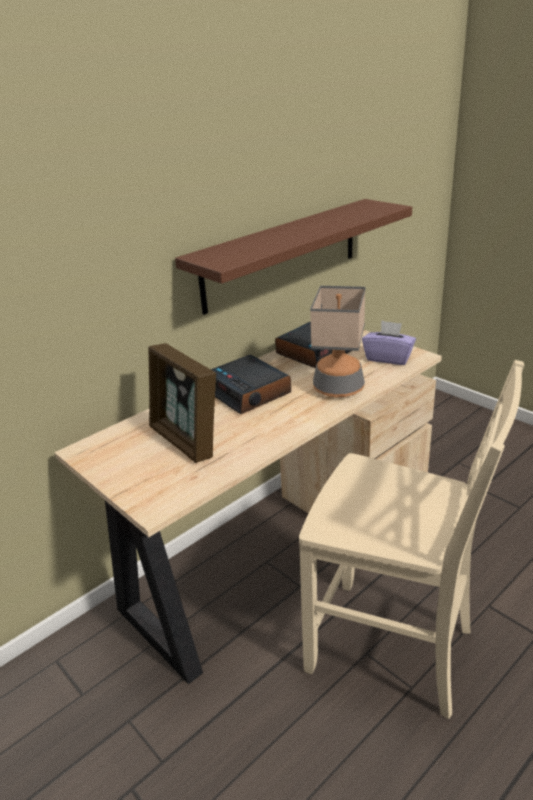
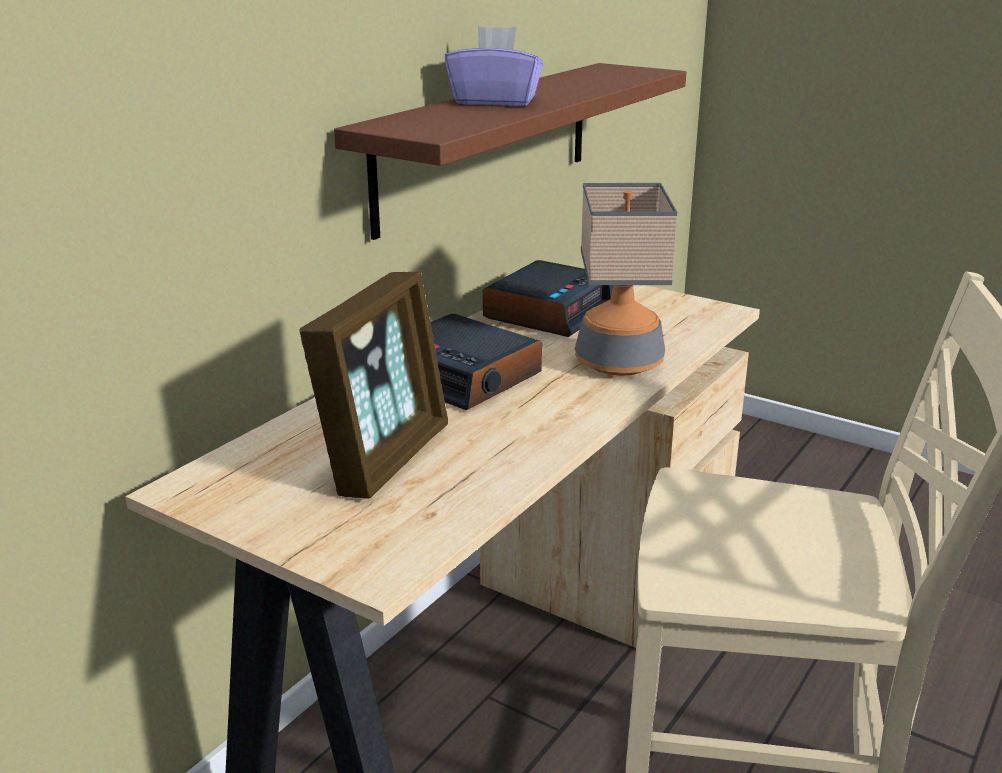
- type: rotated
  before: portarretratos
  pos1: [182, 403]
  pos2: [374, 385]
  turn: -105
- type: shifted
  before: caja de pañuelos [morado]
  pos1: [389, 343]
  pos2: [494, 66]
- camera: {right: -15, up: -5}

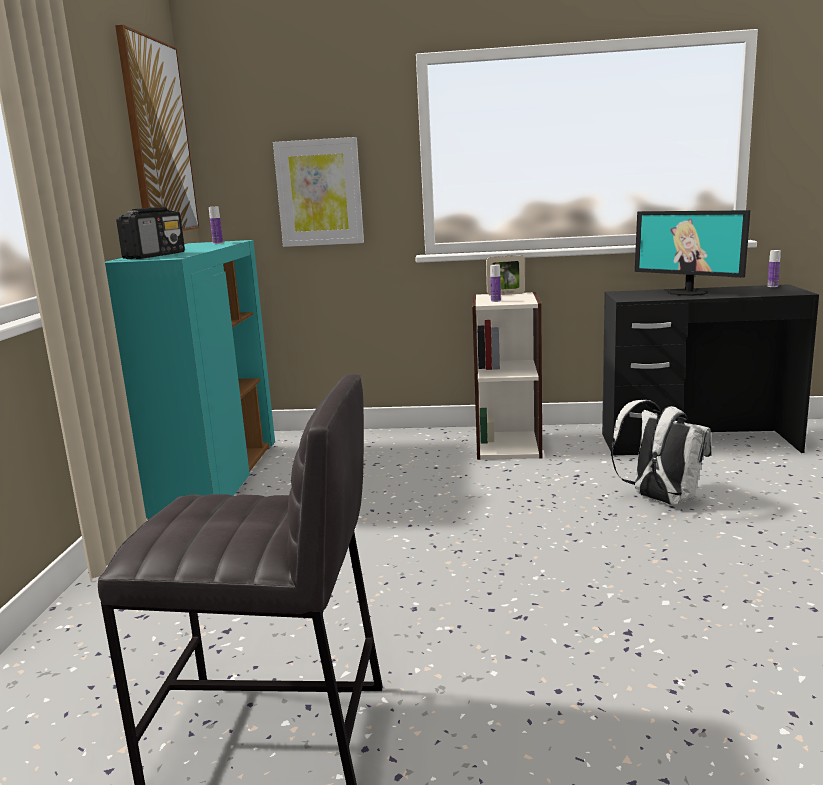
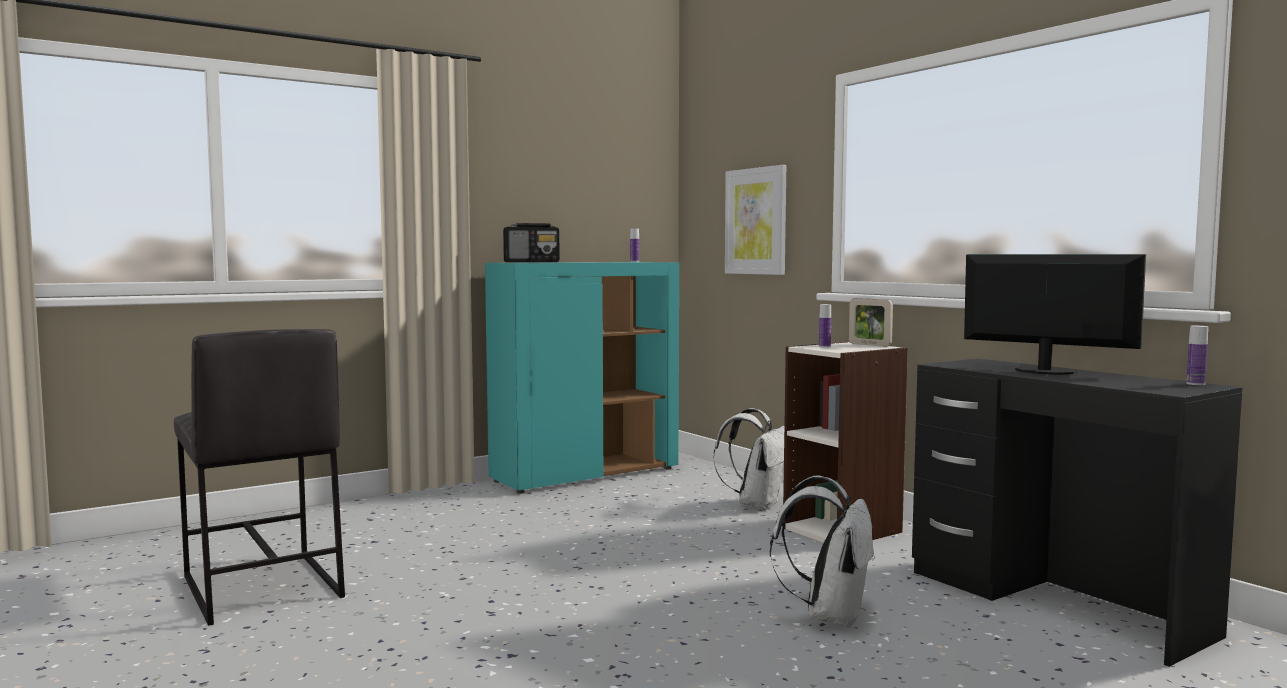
- type: gone
  before: cuadro
  pos1: [157, 128]
- type: rotated
  before: monitor
  pos1: [692, 253]
  pos2: [1055, 314]
  turn: 120
- type: new
  after: mochila [blanco]
  pos2: [748, 459]
- camera: {right: 50, up: -10}

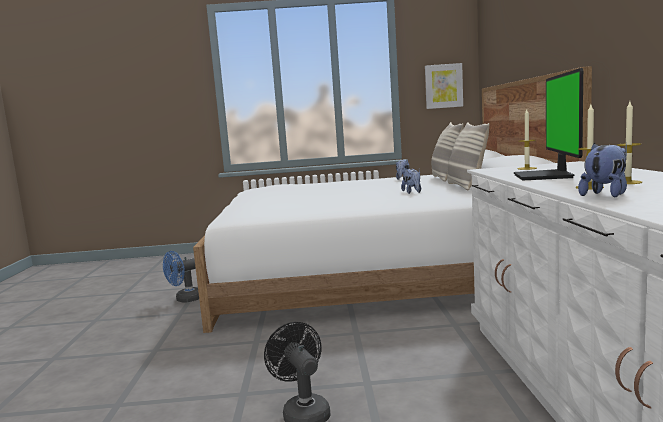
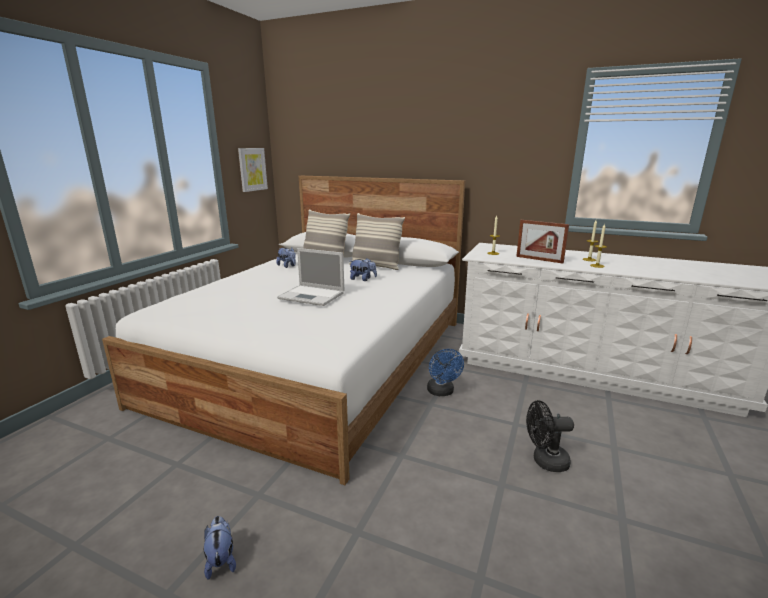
- type: shifted
  before: ventilador [azul]
  pos1: [181, 276]
  pos2: [445, 372]
- type: swapped
  before: monitor
  after: portarretratos
  pos1: [548, 124]
  pos2: [542, 242]
- type: shifted
  before: peluche
  pos1: [602, 170]
  pos2: [220, 548]
- type: new
  after: portátil
  pos2: [310, 277]
- camera: {right: -65, up: 10}

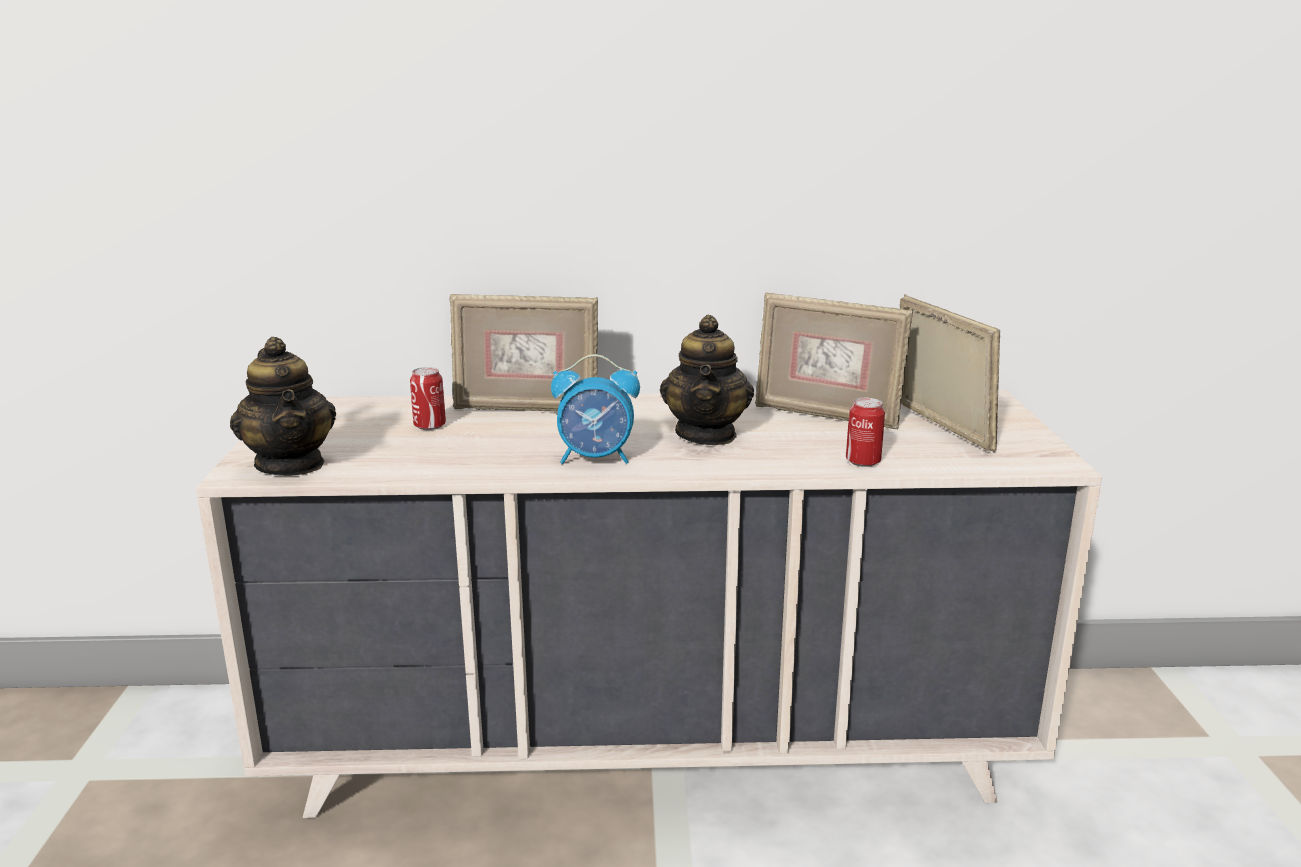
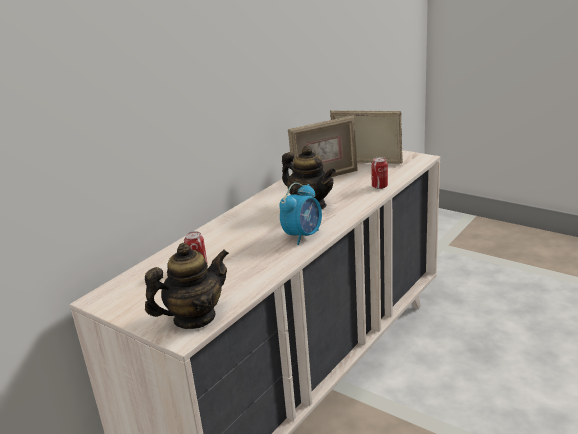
- type: rotated
  before: tetera
  pos1: [283, 406]
  pos2: [187, 286]
  turn: -45
- type: gone
  before: portarretratos
  pos1: [524, 353]
- camera: {right: -50, up: 5}

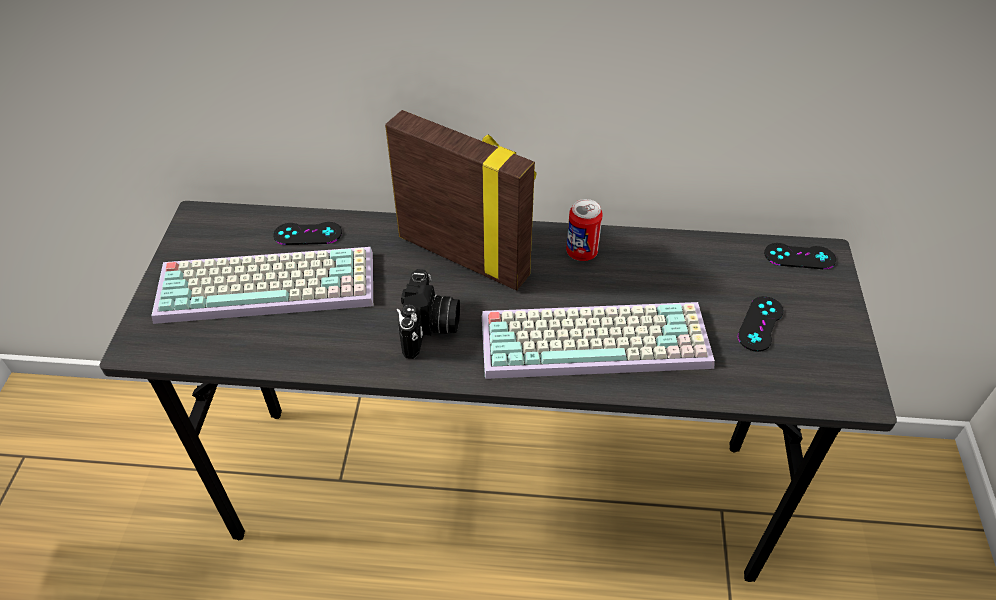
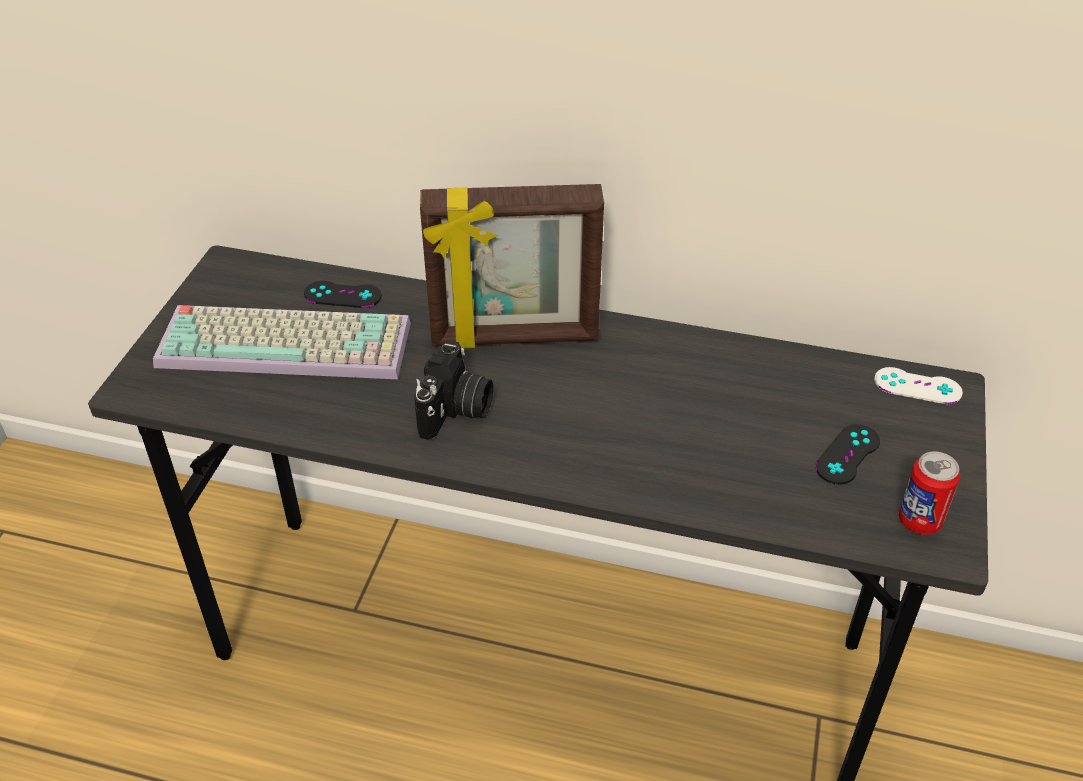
- type: rotated
  before: portarretratos
  pos1: [460, 200]
  pos2: [512, 266]
  turn: 135
- type: gone
  before: teclado
  pos1: [598, 340]
- type: shifted
  before: lata
  pos1: [584, 230]
  pos2: [929, 493]
- type: repainted
  before: mando de consola [negro]
  after: mando de consola [blanco]
  pos1: [800, 256]
  pos2: [918, 385]
- camera: {right: 10, up: -5}

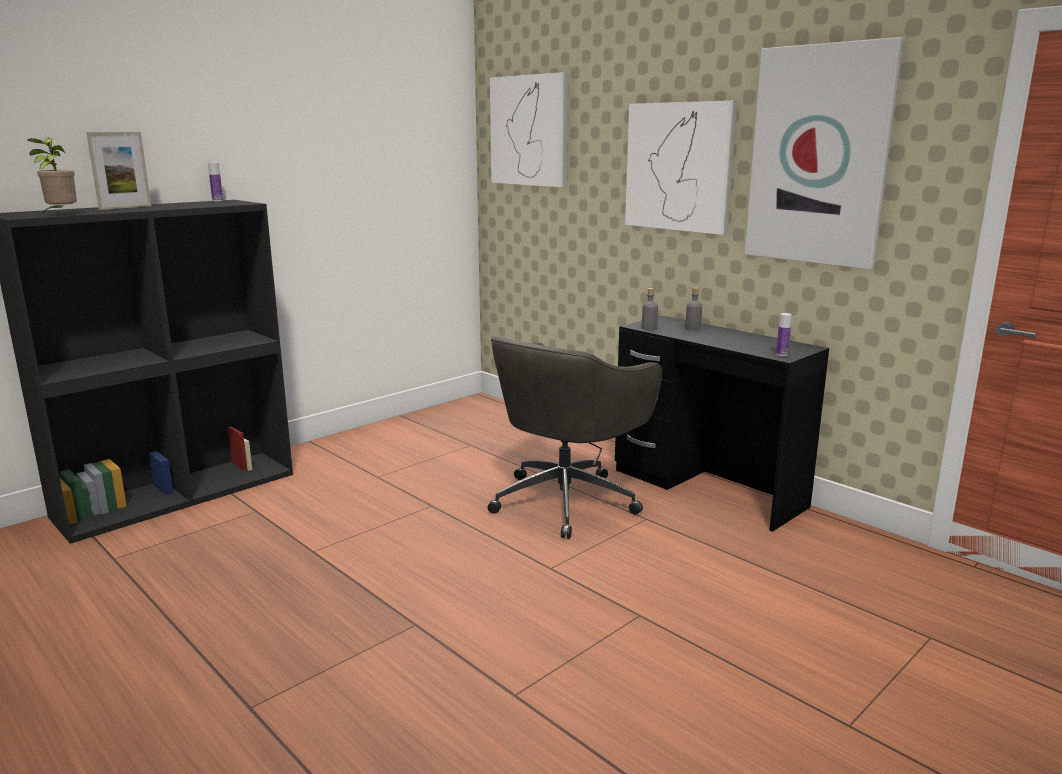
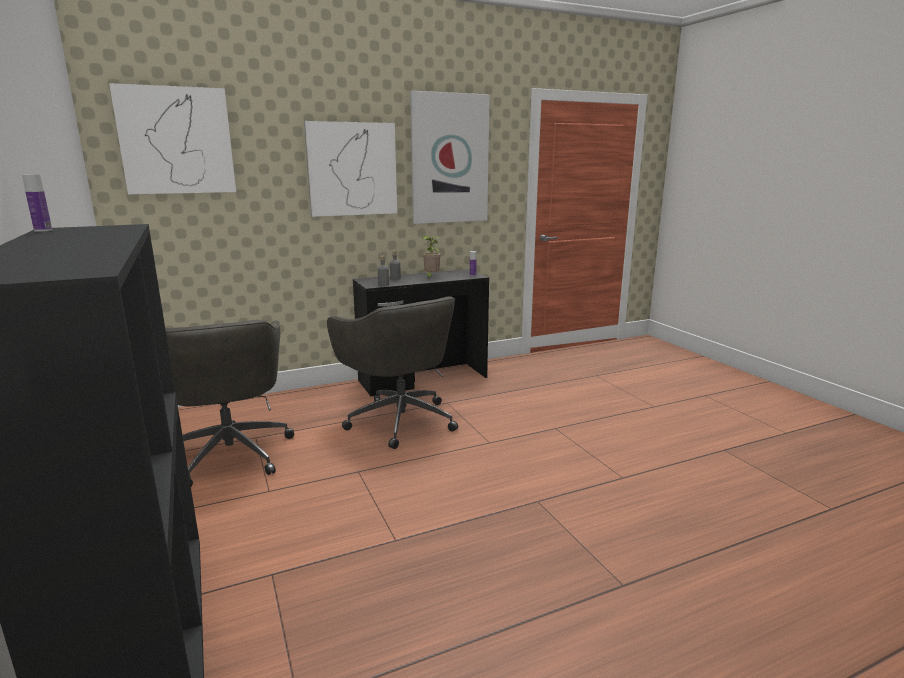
- type: shifted
  before: planta en maceta
  pos1: [52, 175]
  pos2: [431, 257]
- type: gone
  before: portarretratos
  pos1: [118, 171]
- type: new
  after: silla de oficina [gris]
  pos2: [229, 403]
- camera: {right: -70, up: 0}

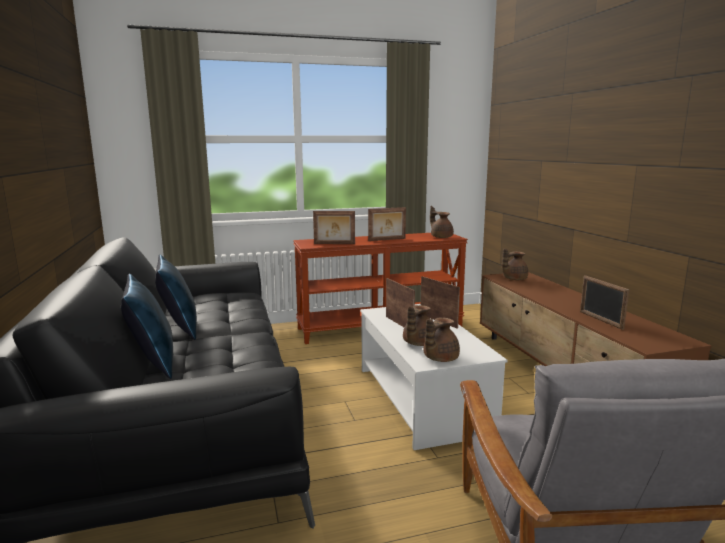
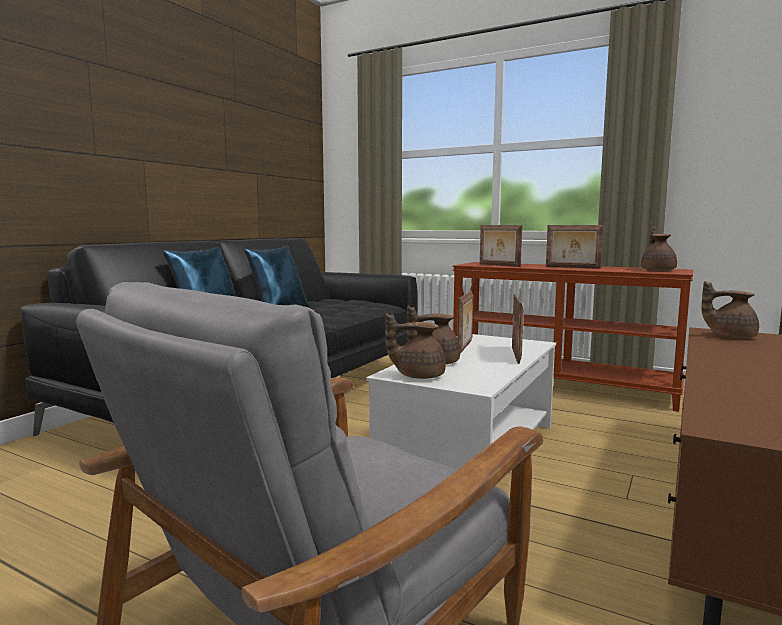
- type: gone
  before: portarretratos
  pos1: [604, 302]
- camera: {right: 45, up: -5}

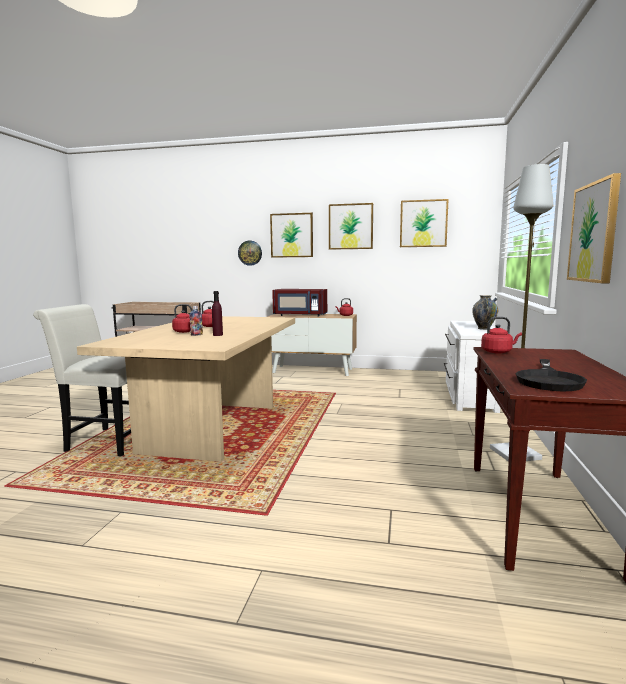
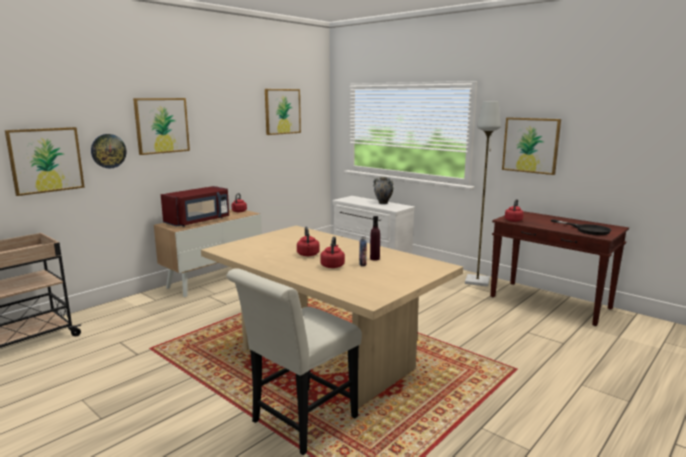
- type: shifted
  before: cuadro
  pos1: [351, 226]
  pos2: [45, 161]
- camera: {right: -60, up: 5}

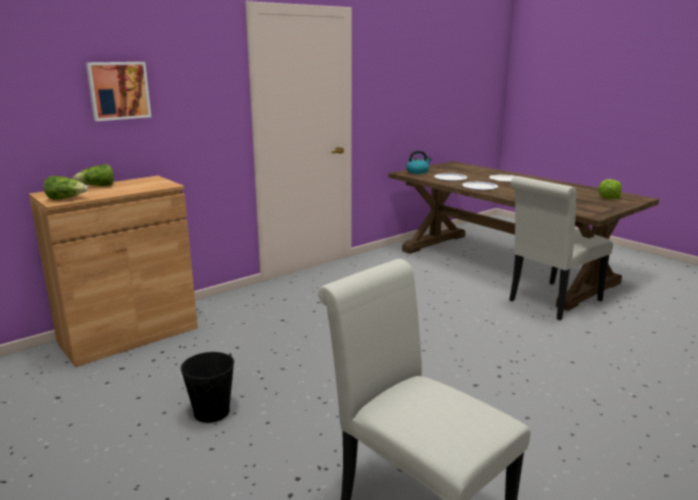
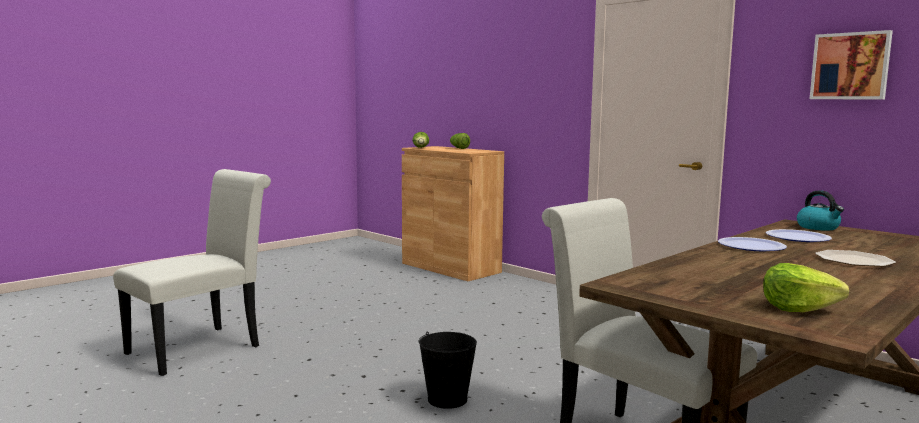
- type: shifted
  before: cuadro
  pos1: [118, 91]
  pos2: [851, 64]
- type: shifted
  before: cubo [negro]
  pos1: [207, 387]
  pos2: [448, 370]
- camera: {right: 85, up: -10}

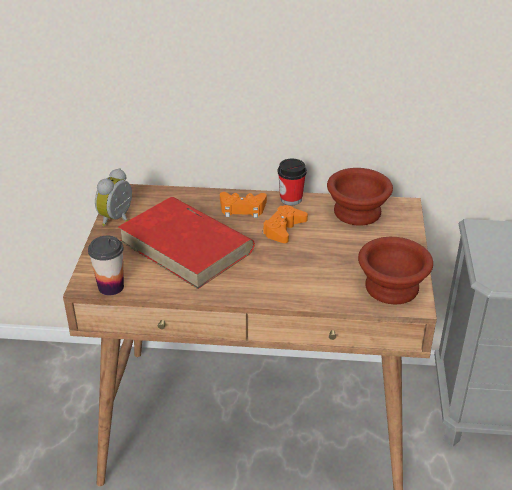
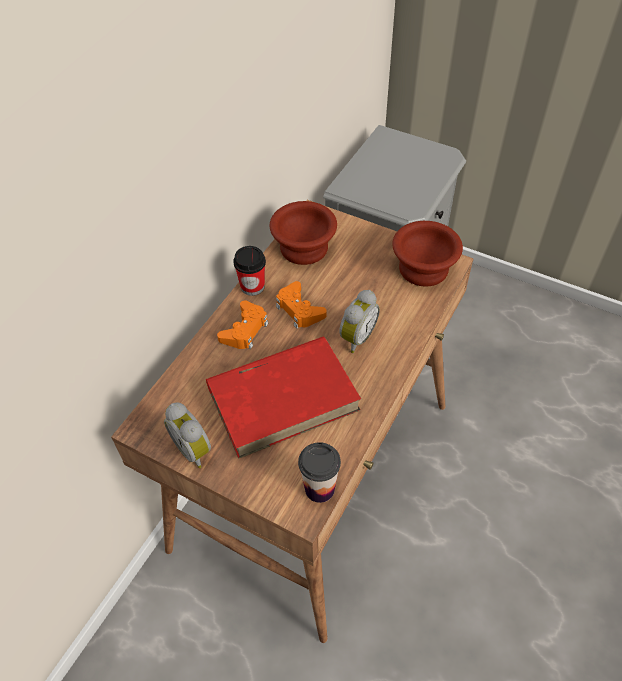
- type: new
  after: despertador
  pos2: [359, 321]
- camera: {right: -65, up: 15}

